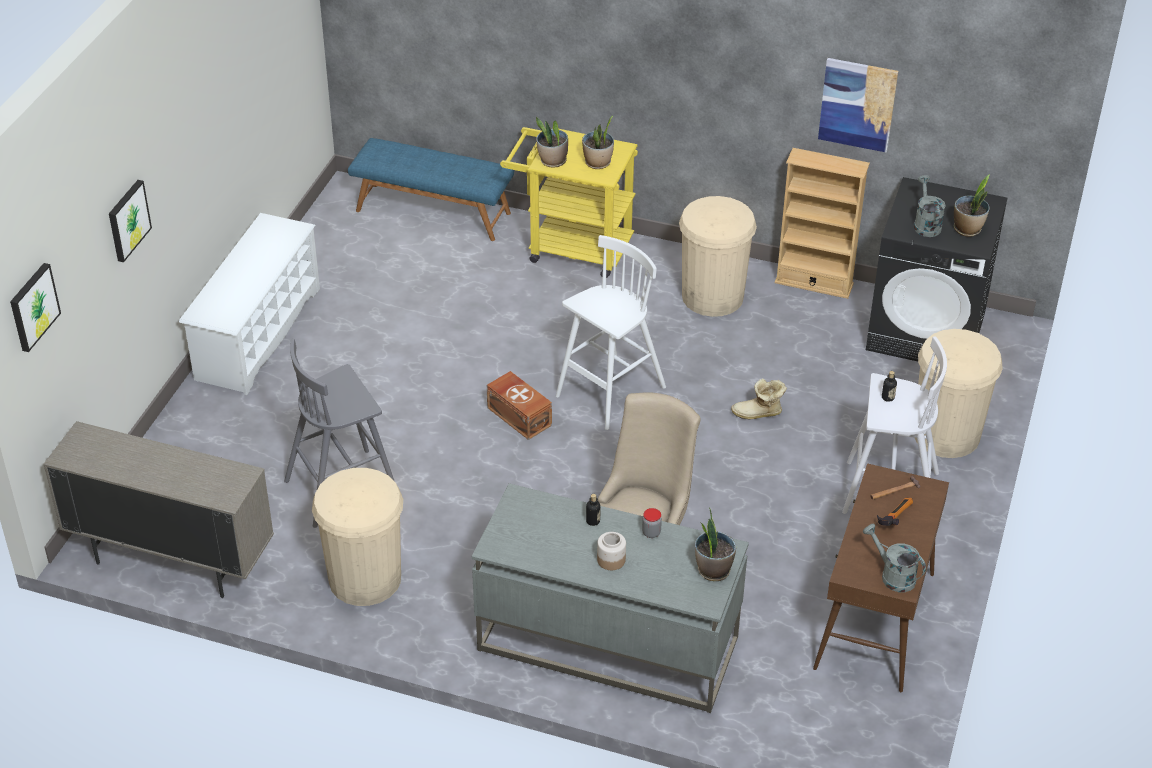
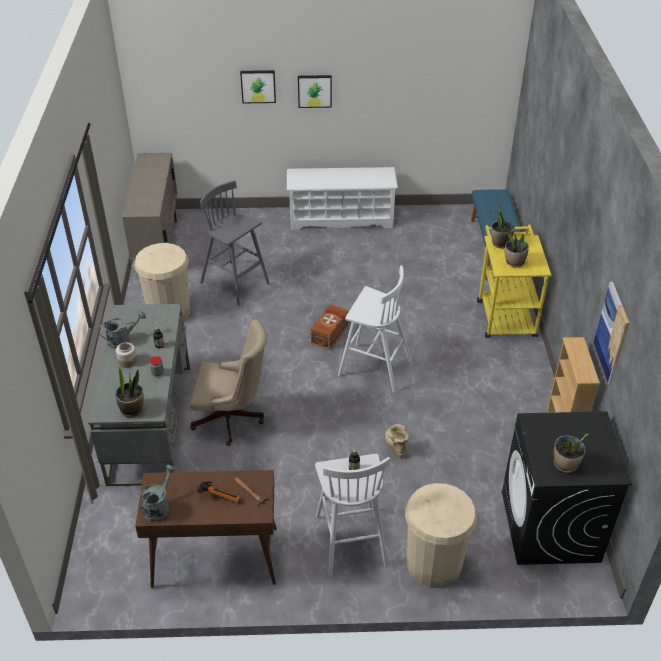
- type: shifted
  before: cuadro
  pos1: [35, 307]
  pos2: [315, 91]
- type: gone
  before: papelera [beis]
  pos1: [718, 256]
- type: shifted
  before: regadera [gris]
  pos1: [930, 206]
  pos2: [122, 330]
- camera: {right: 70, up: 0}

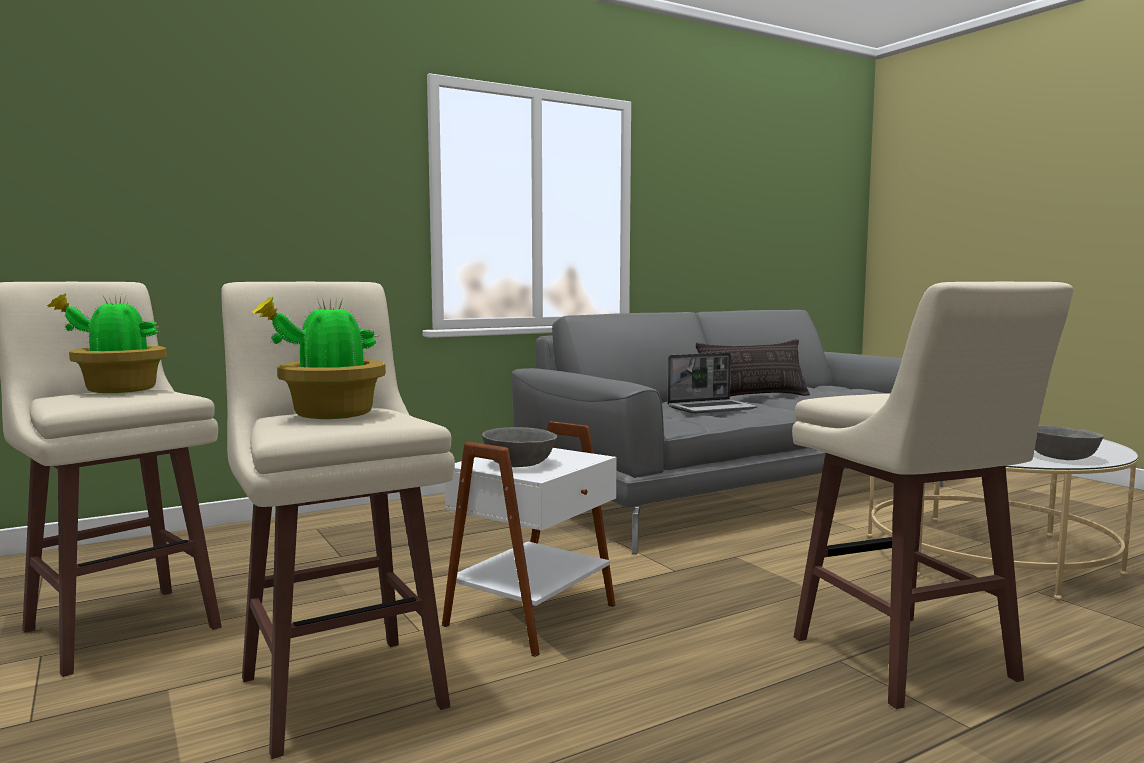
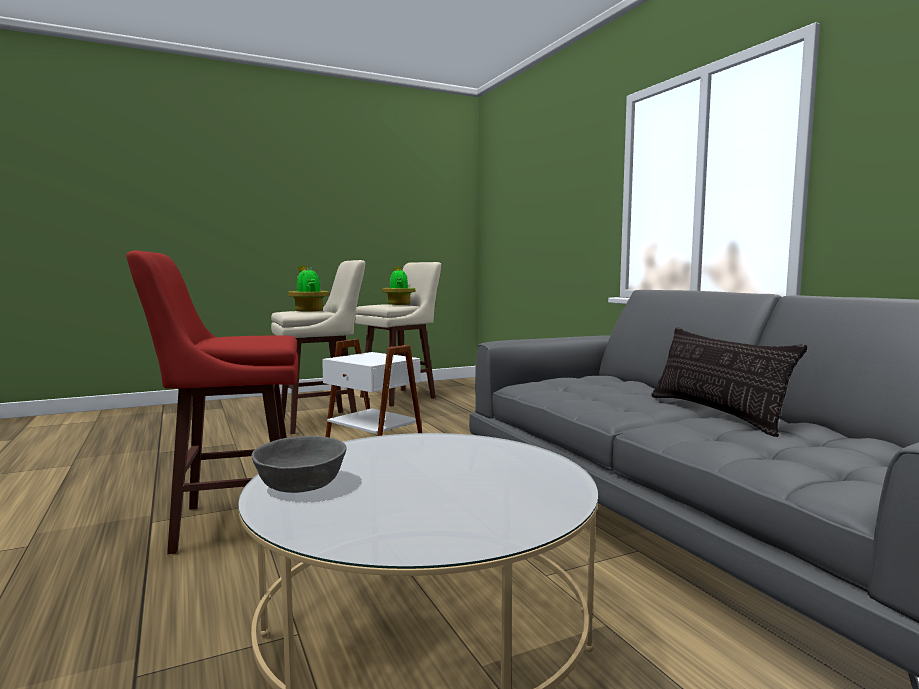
- type: gone
  before: cuenco [gris]
  pos1: [519, 447]
- type: gone
  before: portátil
  pos1: [712, 383]
- type: repainted
  before: taburete [beis]
  after: taburete [rojo]
  pos1: [932, 495]
  pos2: [212, 402]
- camera: {right: 95, up: 0}

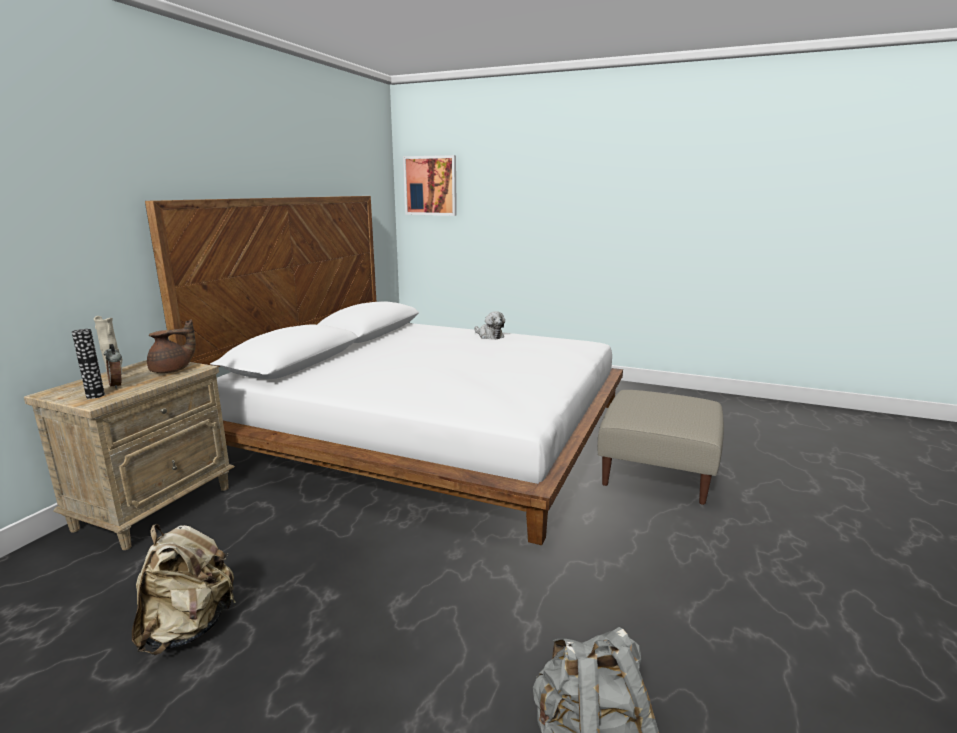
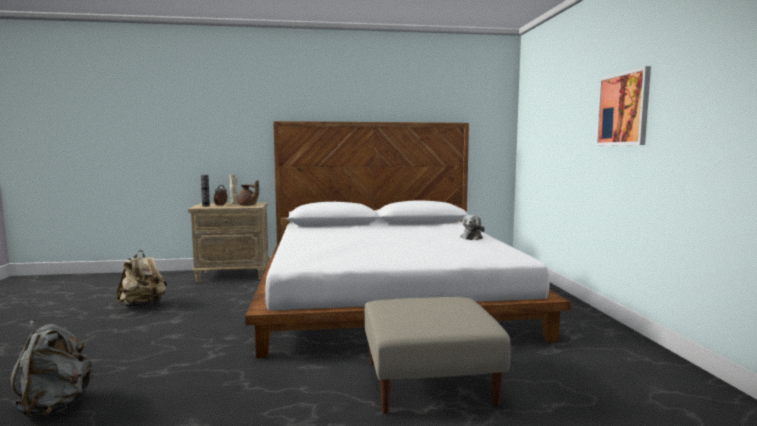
- type: shifted
  before: cuadro
  pos1: [430, 185]
  pos2: [623, 106]
- camera: {right: 60, up: -10}

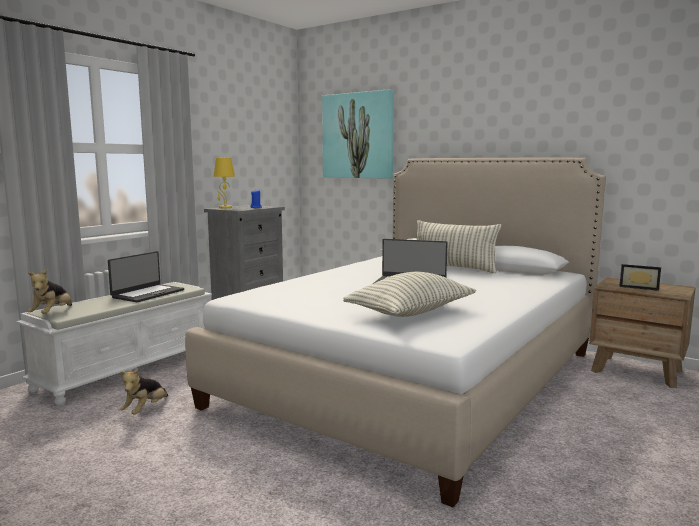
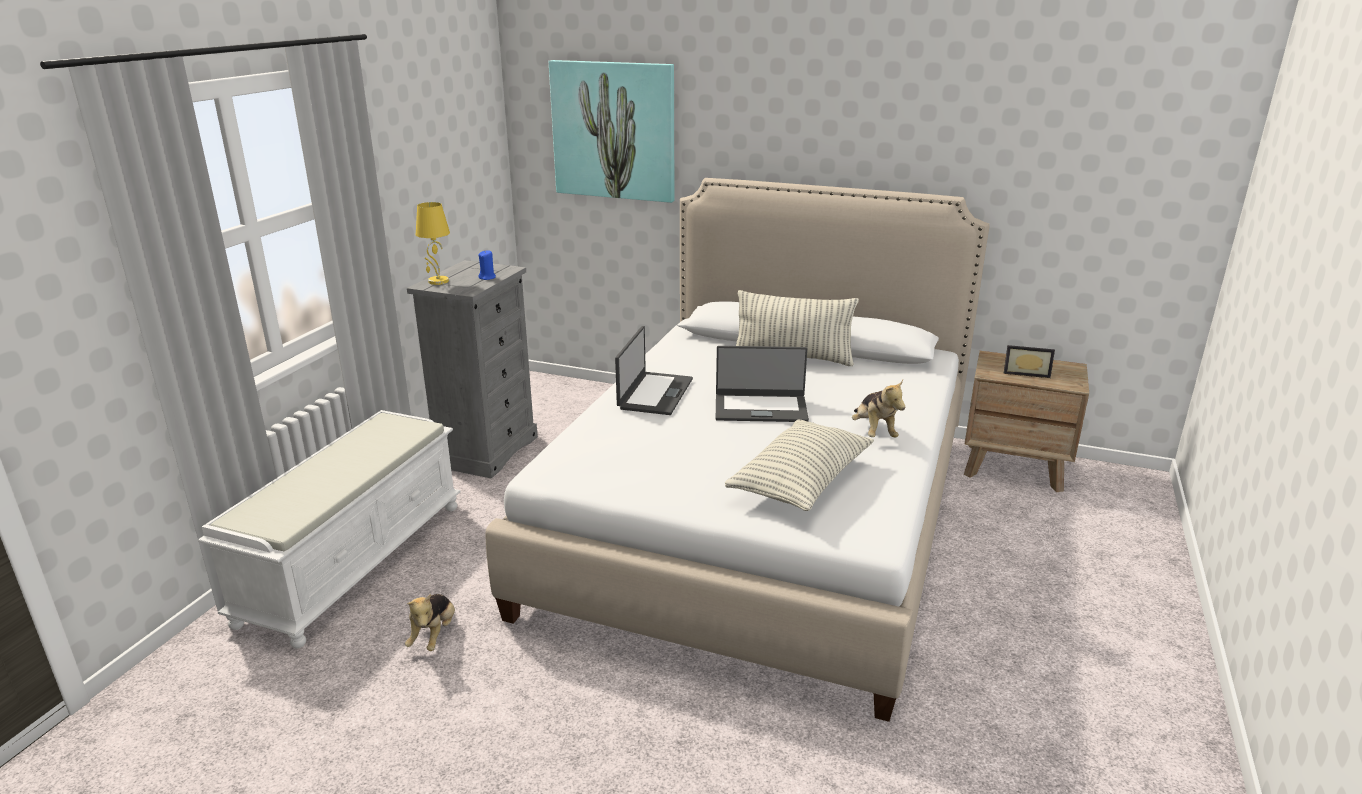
- type: shifted
  before: peluche
  pos1: [50, 291]
  pos2: [878, 408]
- type: shifted
  before: portátil
  pos1: [146, 276]
  pos2: [654, 370]
- camera: {right: -15, up: 15}

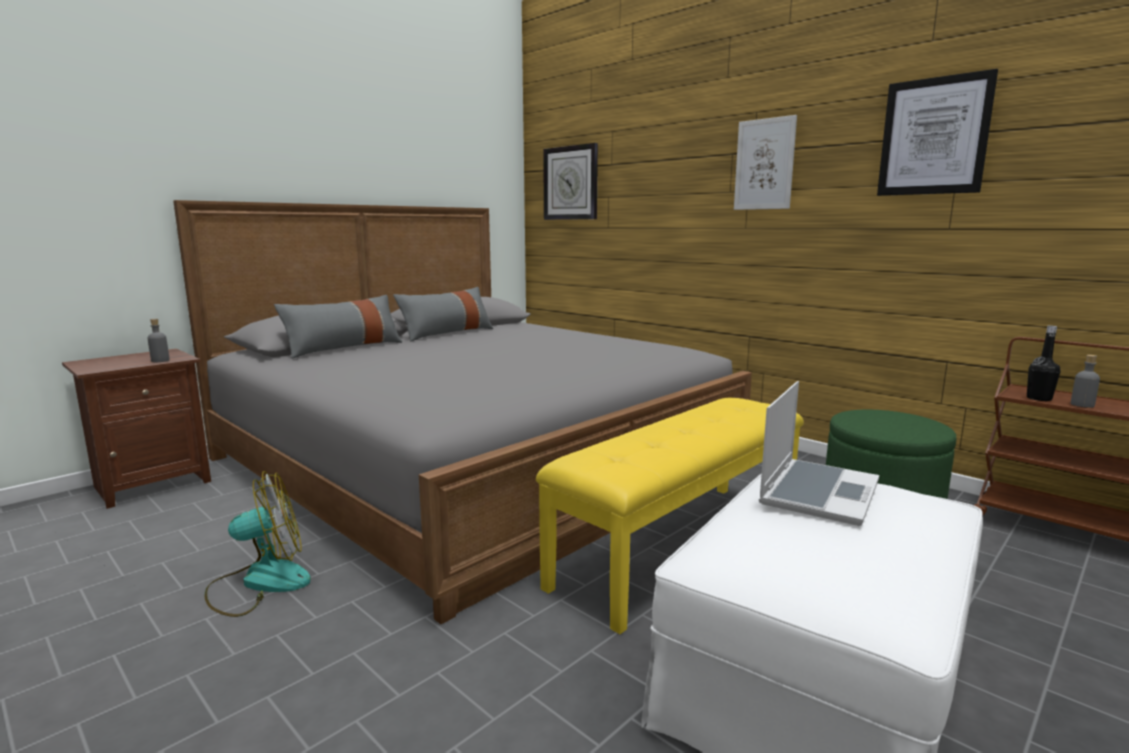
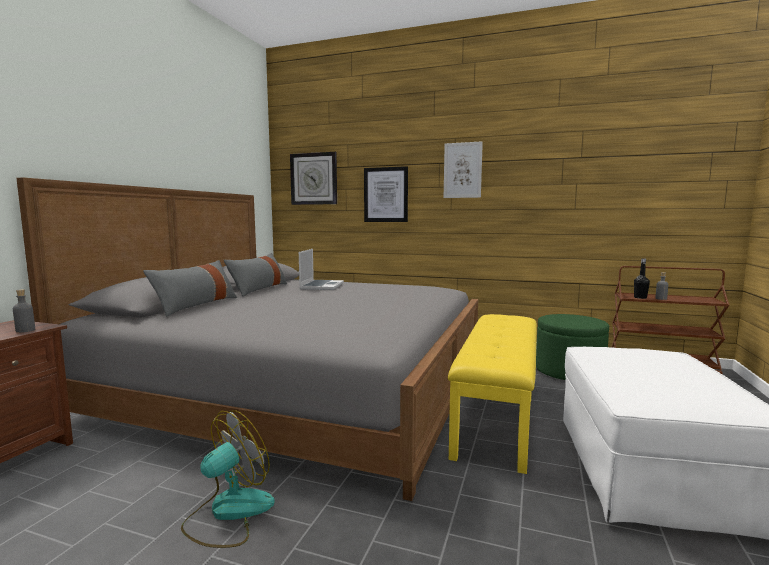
- type: shifted
  before: portátil
  pos1: [819, 453]
  pos2: [321, 269]
- type: shifted
  before: cuadro
  pos1: [937, 132]
  pos2: [386, 194]
- camera: {right: -25, up: -5}

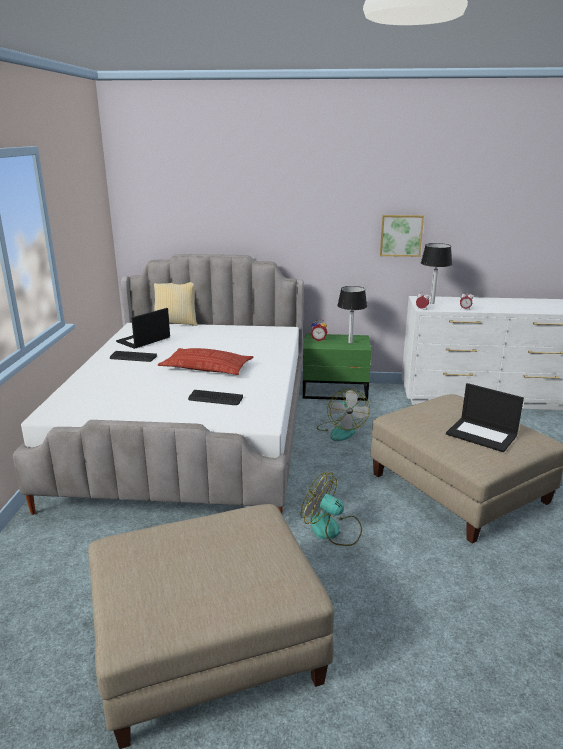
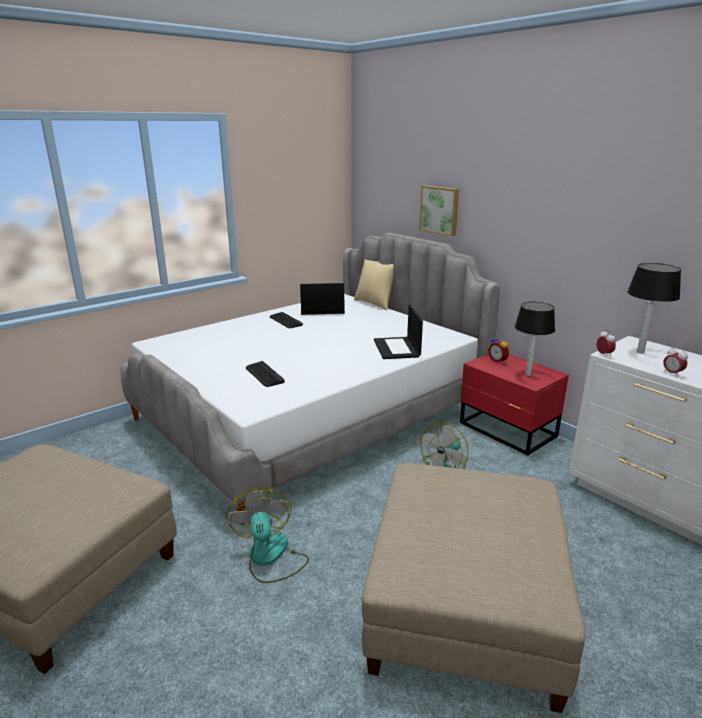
- type: gone
  before: cojín
  pos1: [205, 361]
- type: repainted
  before: mesita de noche [verde]
  after: mesita de noche [rojo]
  pos1: [337, 367]
  pos2: [514, 404]
- type: shifted
  before: cuadro
  pos1: [402, 236]
  pos2: [439, 211]
- type: shifted
  before: portátil
  pos1: [485, 417]
  pos2: [398, 332]
- camera: {right: 45, up: 0}

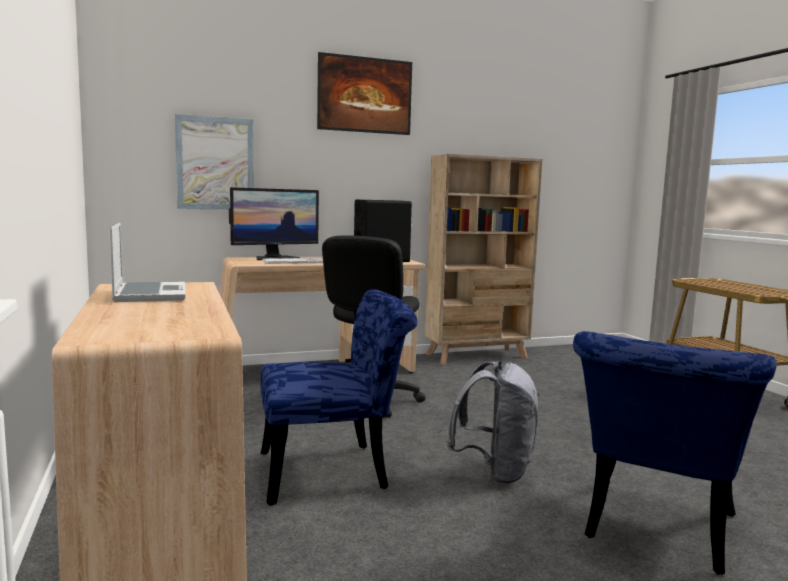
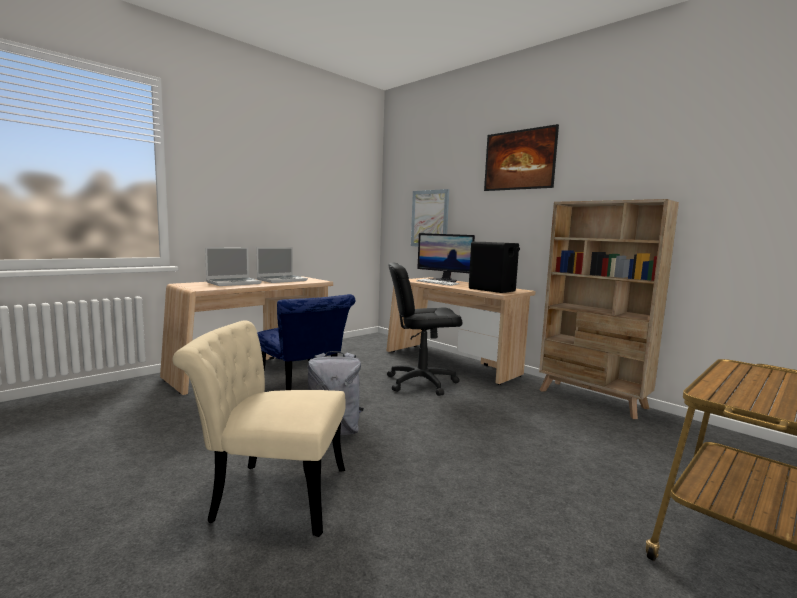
- type: repainted
  before: silla [azul]
  after: silla [beis]
  pos1: [675, 453]
  pos2: [259, 428]
- type: new
  after: portátil
  pos2: [233, 266]
- camera: {right: 65, up: 0}

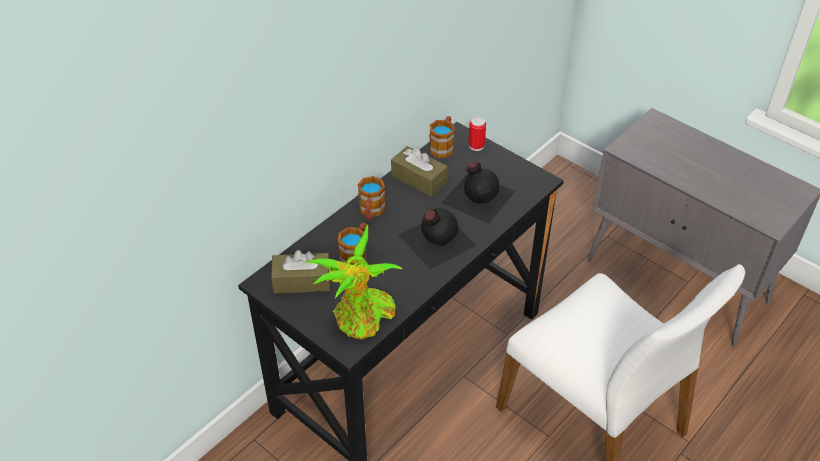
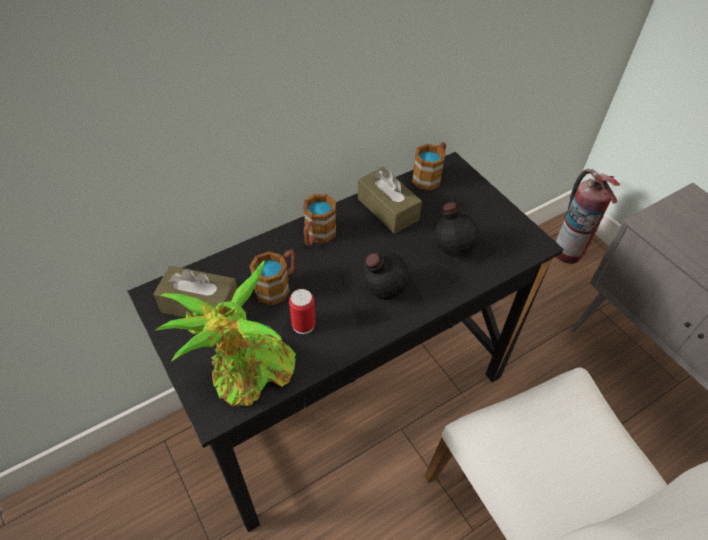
- type: shifted
  before: lata
  pos1: [477, 134]
  pos2: [302, 311]
- type: new
  after: extintor
  pos2: [587, 216]
- camera: {right: 15, up: 5}

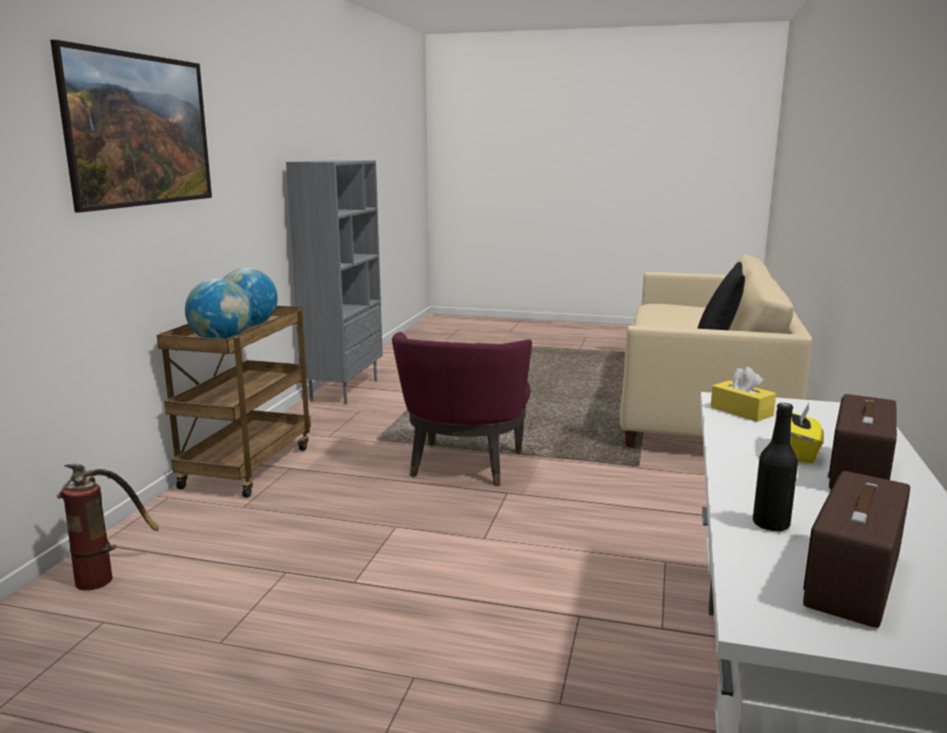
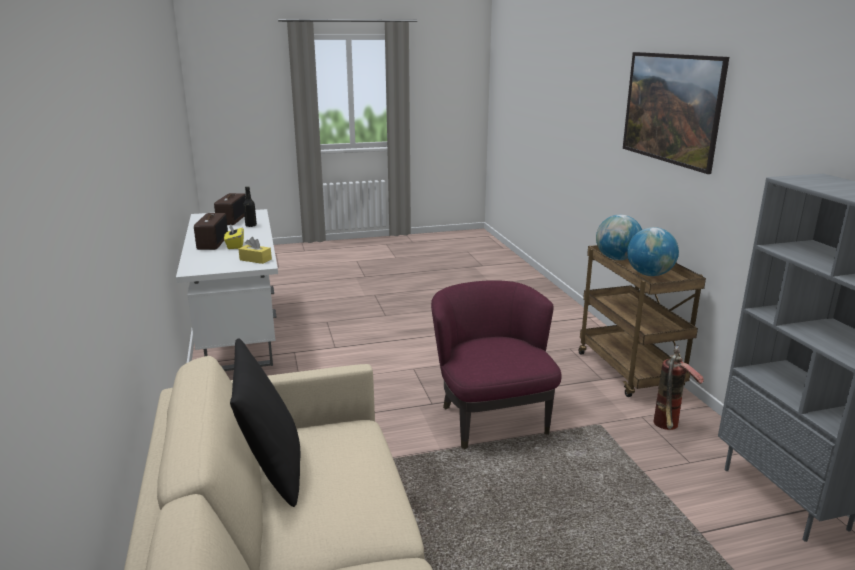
- type: shifted
  before: extintor
  pos1: [108, 527]
  pos2: [678, 387]
- camera: {right: 150, up: 5}

